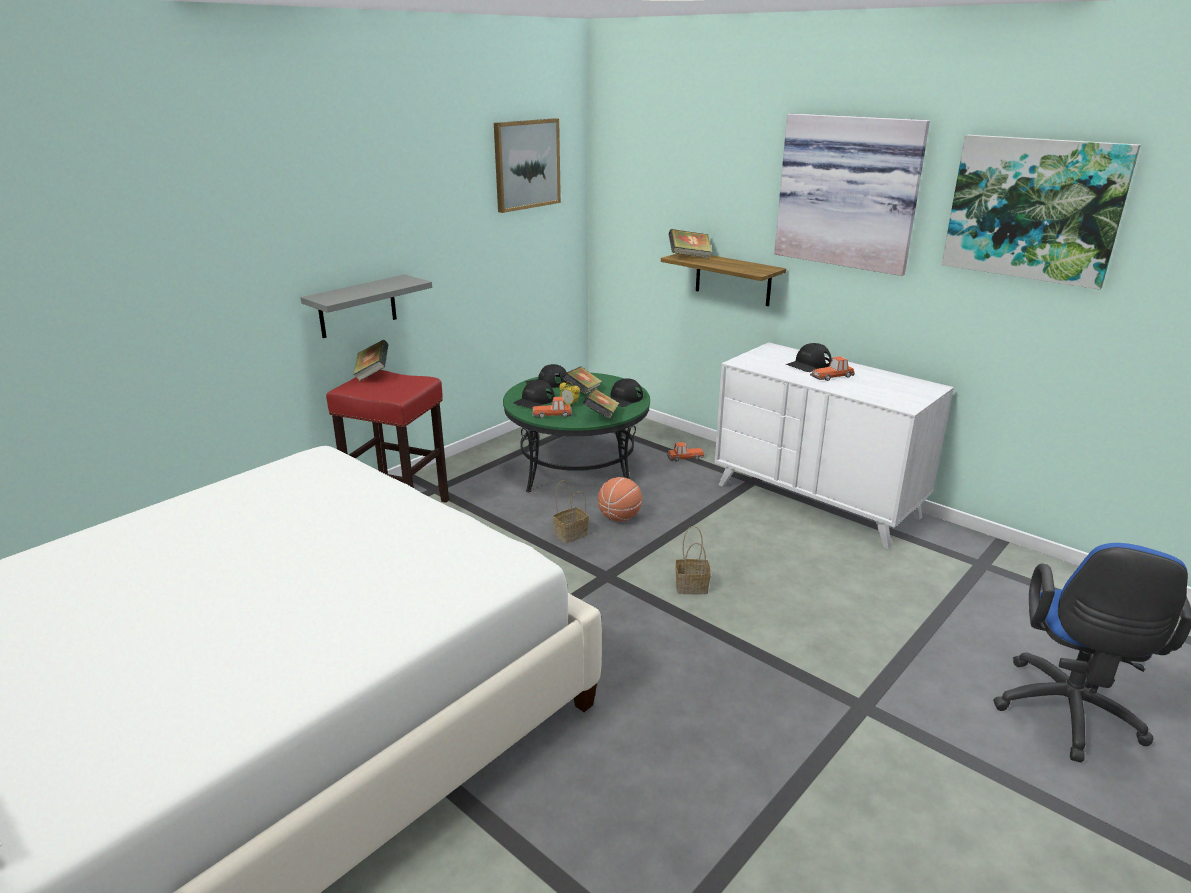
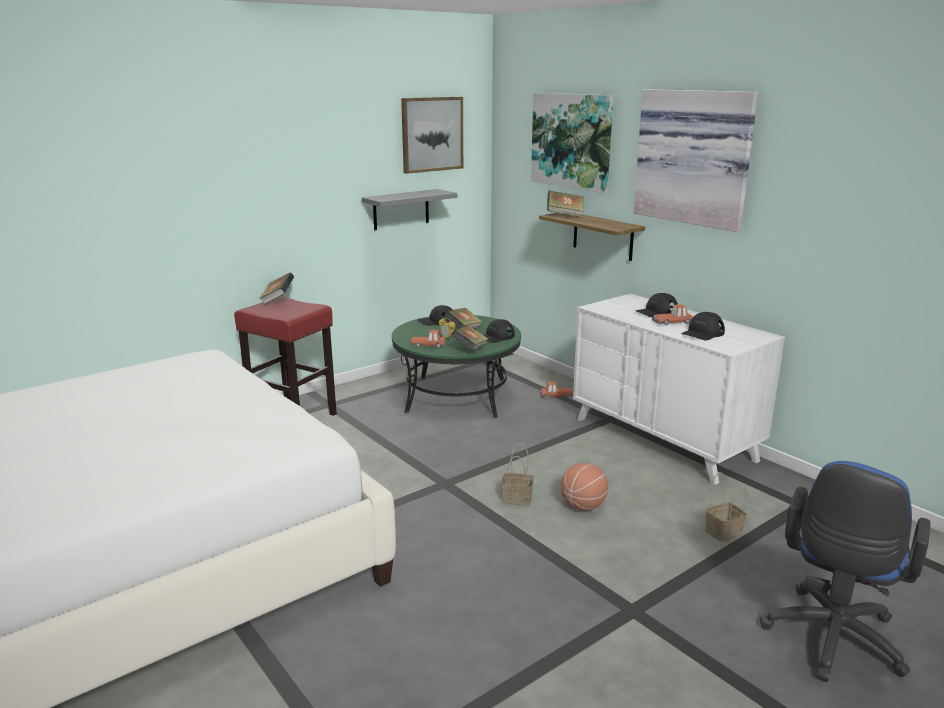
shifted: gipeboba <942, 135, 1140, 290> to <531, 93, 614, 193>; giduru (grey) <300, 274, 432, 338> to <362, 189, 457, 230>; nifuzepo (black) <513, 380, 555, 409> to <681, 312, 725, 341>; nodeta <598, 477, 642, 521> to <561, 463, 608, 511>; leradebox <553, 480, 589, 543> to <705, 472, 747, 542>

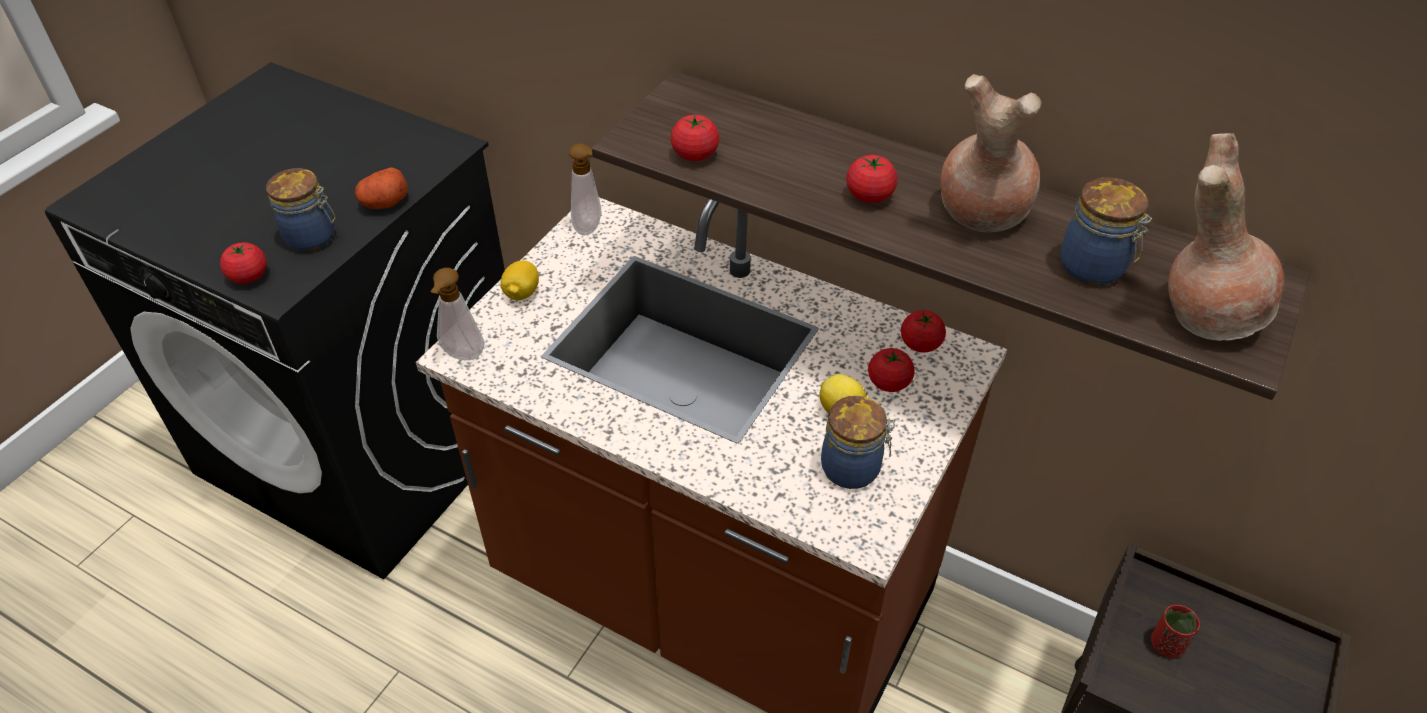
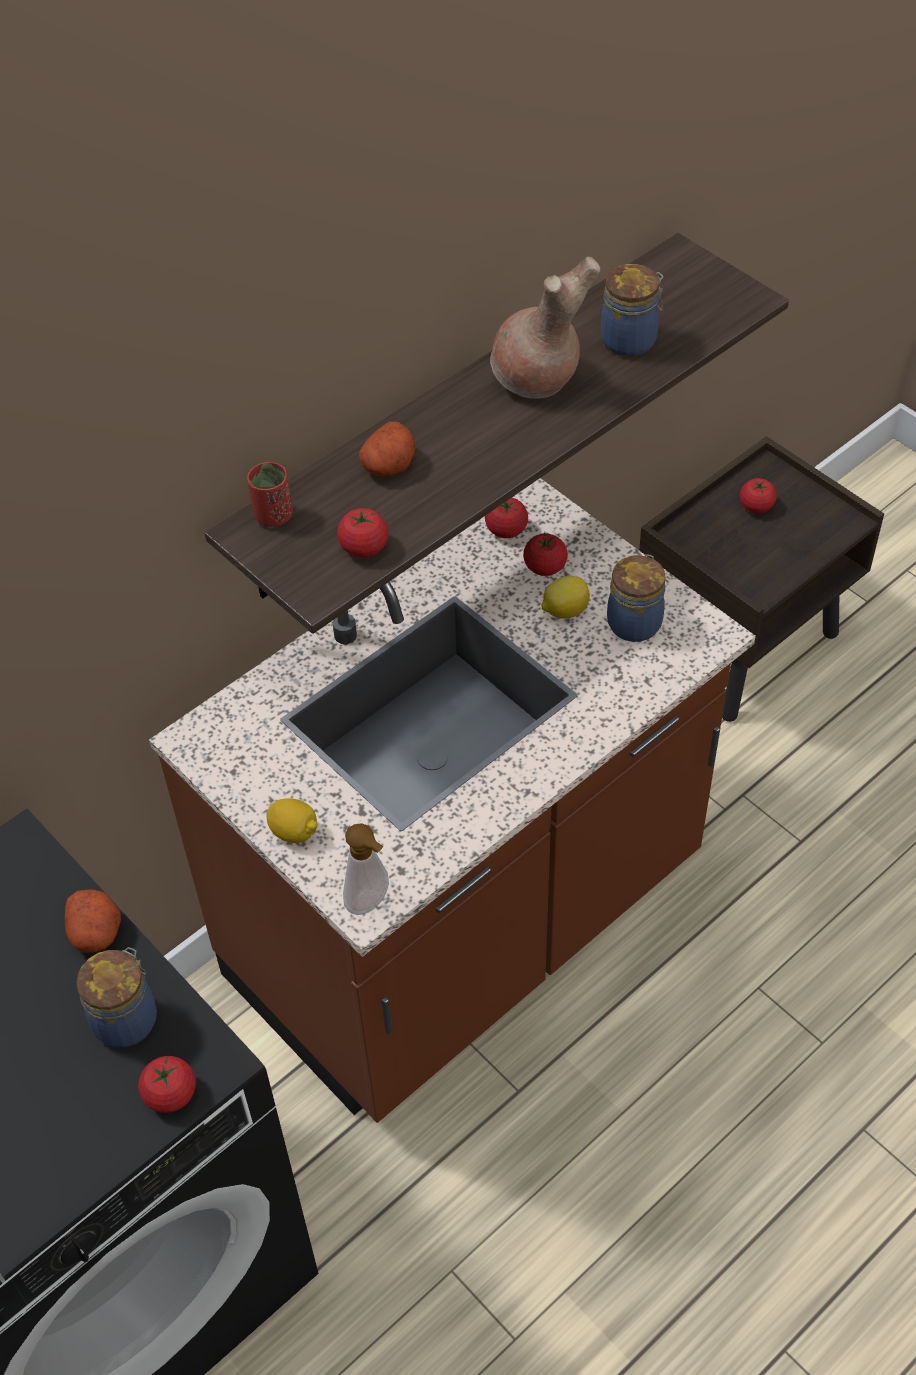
gone: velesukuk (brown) <1168, 133, 1284, 341>; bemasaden <569, 144, 602, 235>
new: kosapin <359, 422, 416, 477>
shifted: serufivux <846, 155, 898, 203> to <740, 478, 777, 513>; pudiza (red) <1151, 605, 1200, 658> to <247, 462, 293, 527>

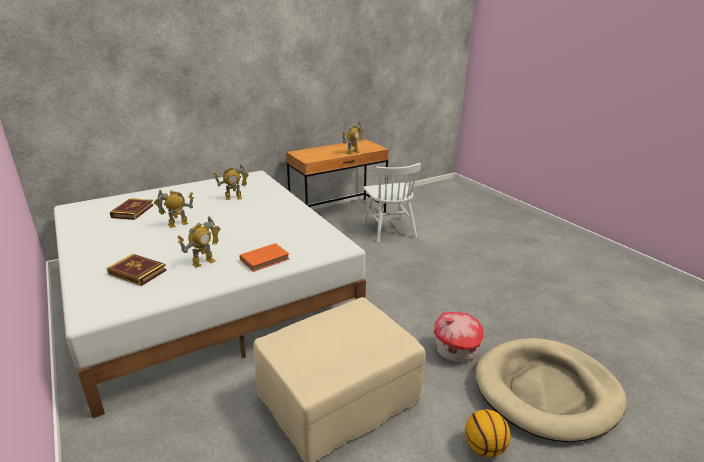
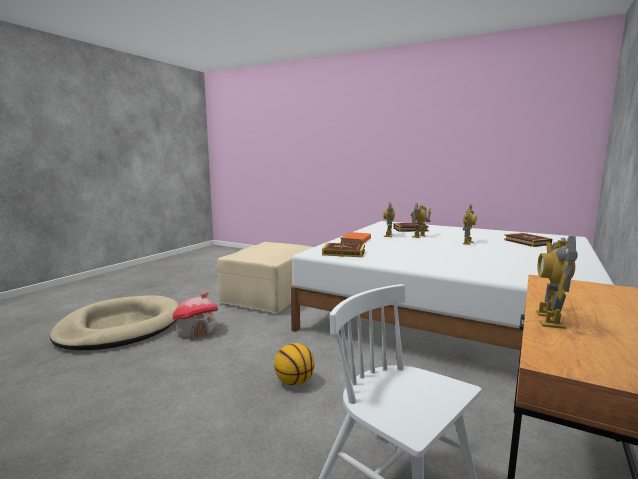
new: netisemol <322, 243, 365, 257>
shifted: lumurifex <214, 164, 249, 200> to <410, 203, 431, 238>; nodeta <465, 409, 511, 457> to <274, 343, 315, 386>

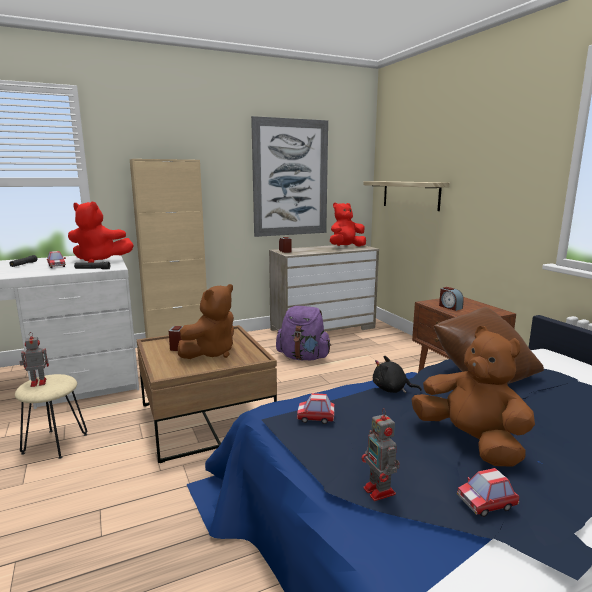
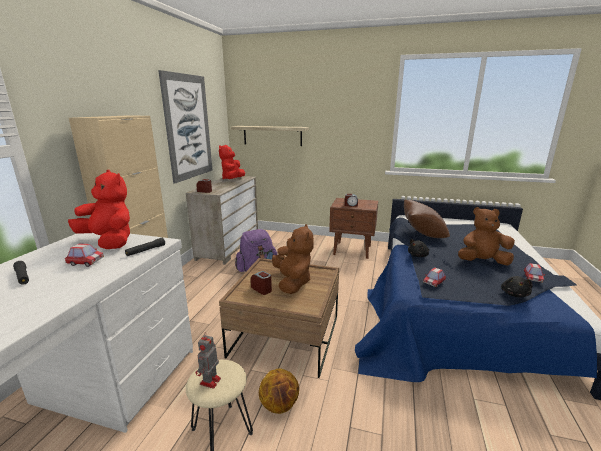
new: nodeta <259, 368, 299, 414>
swapped: lumurifex <361, 408, 400, 501> to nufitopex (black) <501, 276, 533, 297>
rotated: nufitopex (red) <68, 202, 134, 263> = <68, 170, 130, 249> 105 degrees counterclockwise

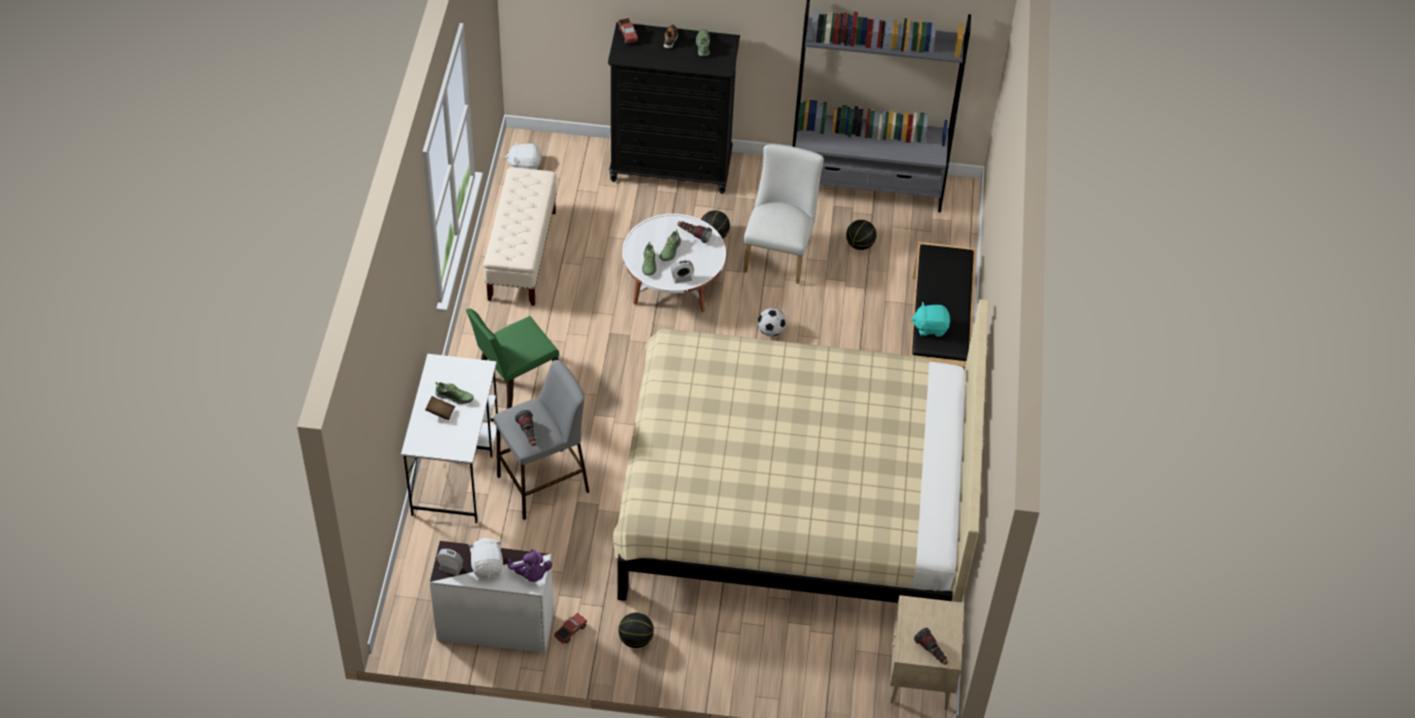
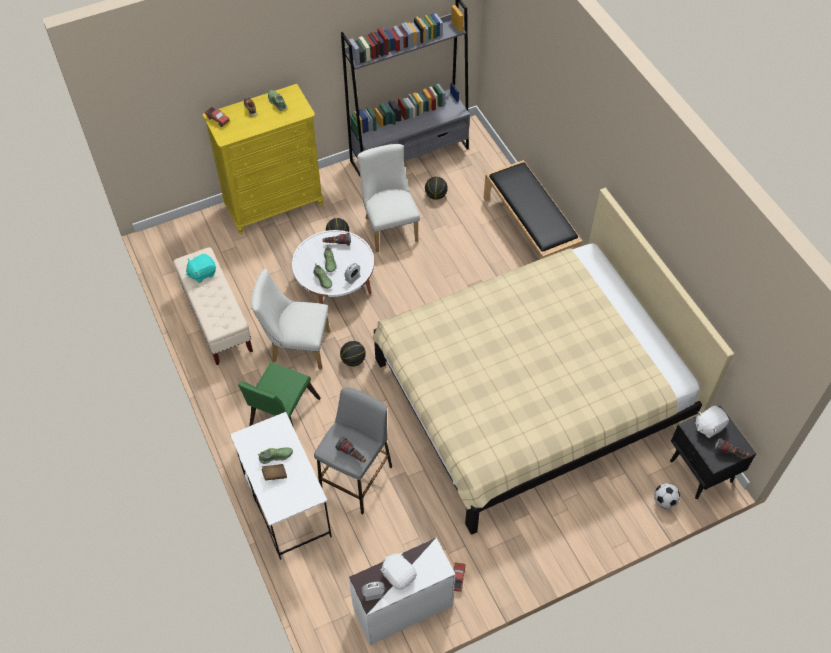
gone: nufitopex (purple) <508, 549, 552, 582>
new: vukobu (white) <251, 269, 330, 369>
shifted: nufitopex (white) <505, 141, 542, 170> to <695, 406, 729, 438>; nufitopex (turquoise) <911, 302, 951, 337> to <186, 254, 216, 283>; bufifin <757, 308, 786, 337> to <654, 483, 680, 509>; nodeta <618, 612, 654, 648> to <340, 341, 366, 366>
repainted: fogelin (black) <608, 22, 740, 194> to fogelin (yellow) <202, 84, 323, 234>; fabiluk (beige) <890, 595, 964, 710> to fabiluk (black) <670, 405, 756, 499>

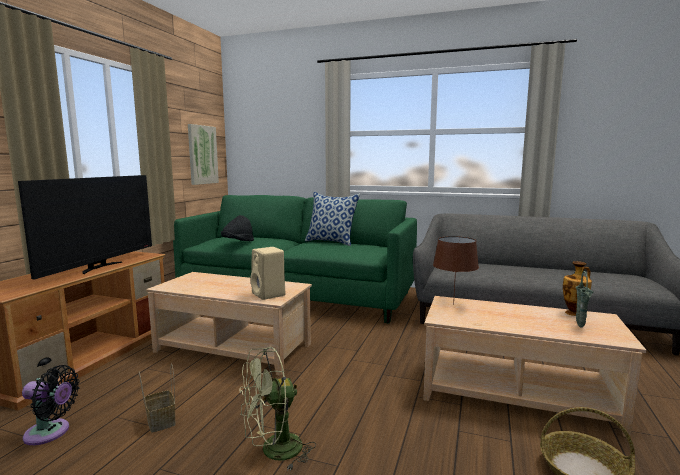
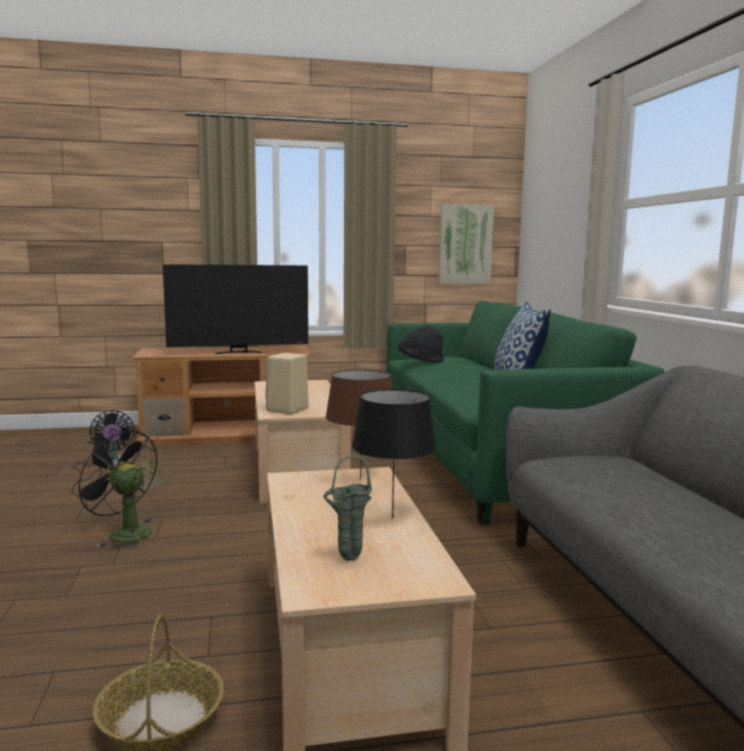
gone: velesukuk <563, 261, 592, 316>
new: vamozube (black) <352, 389, 436, 519>
repainted: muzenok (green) <240, 347, 316, 471> to muzenok (black) <71, 428, 157, 550>

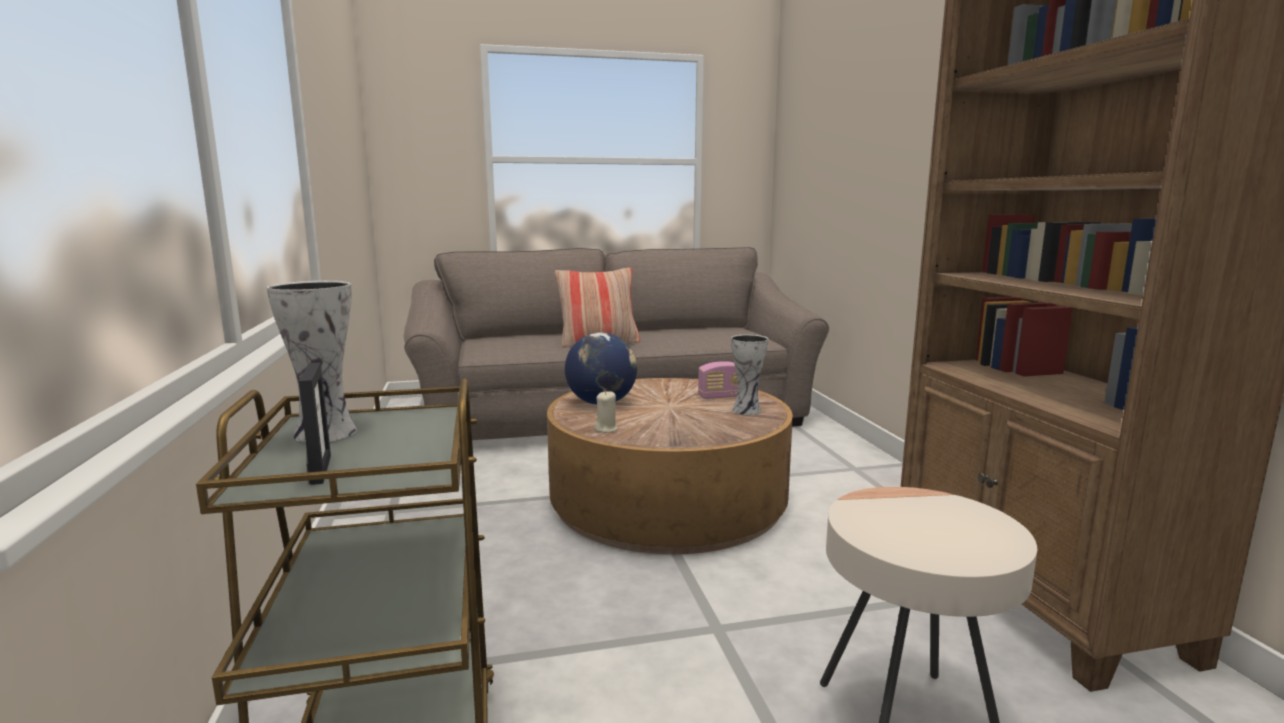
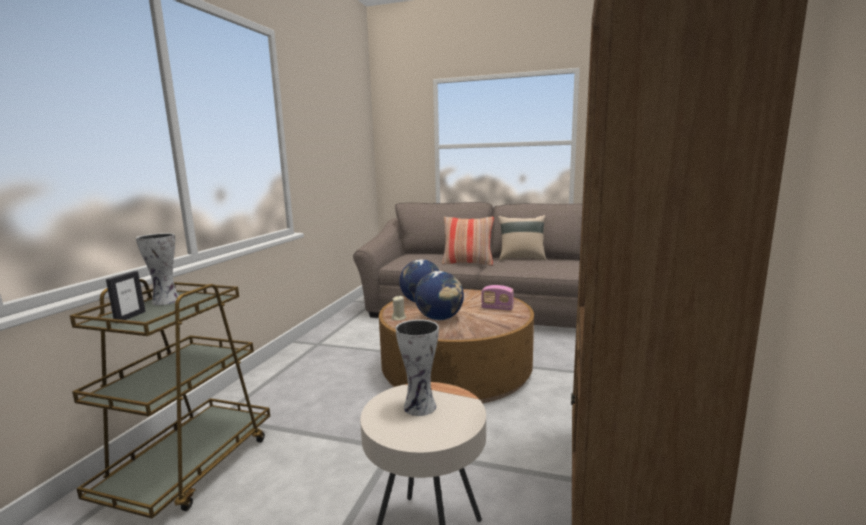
new: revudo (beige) <498, 215, 546, 261>; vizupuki <415, 271, 464, 320>
shifted: velesukuk <731, 335, 768, 415> to <396, 319, 439, 416>

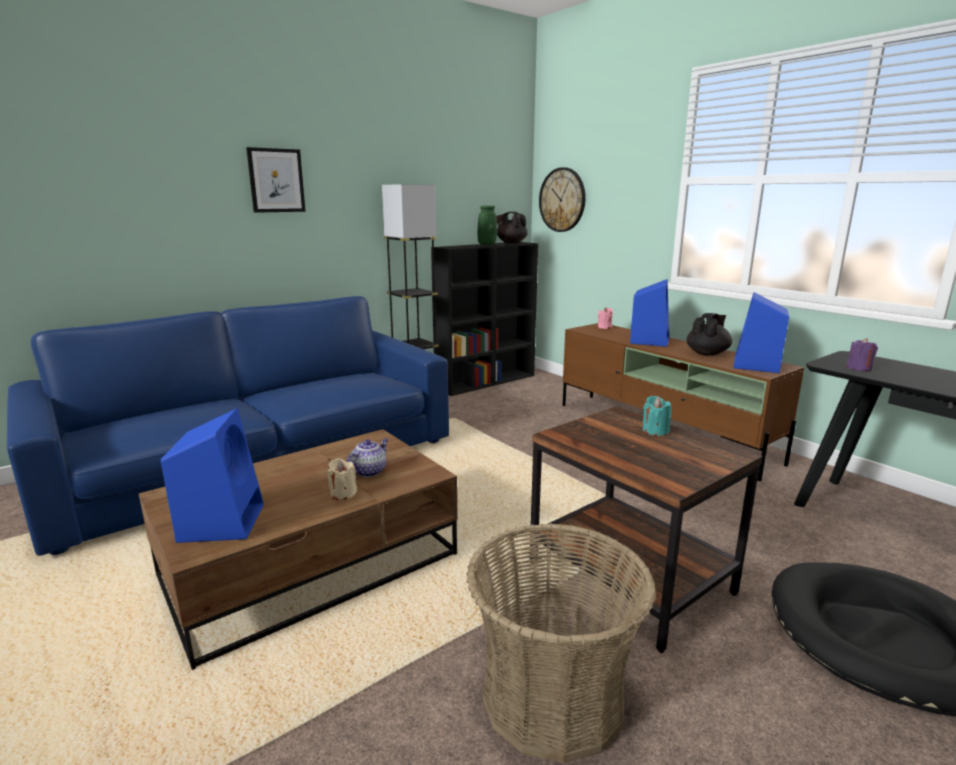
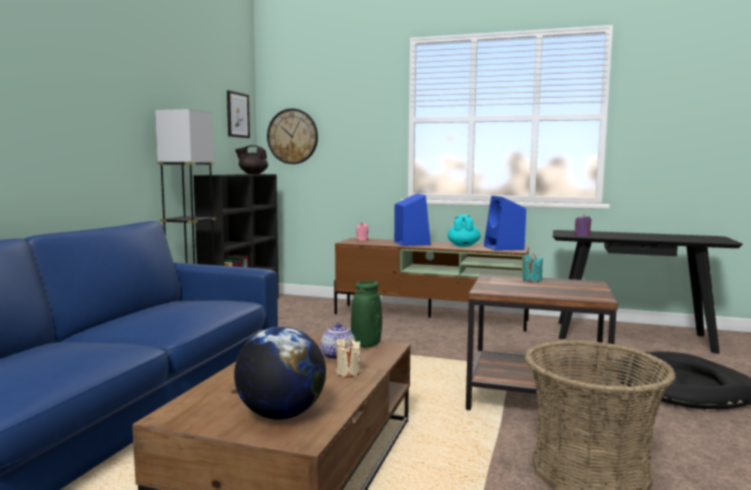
shifted: gipeboba <246, 147, 306, 213> to <227, 90, 250, 138>; velesukuk (green) <477, 206, 497, 245> to <351, 281, 382, 348>
swapped: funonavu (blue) <161, 408, 264, 543> to vizupuki <234, 327, 326, 419>
repainted: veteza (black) <687, 313, 732, 355> to veteza (turquoise) <448, 214, 481, 247>

